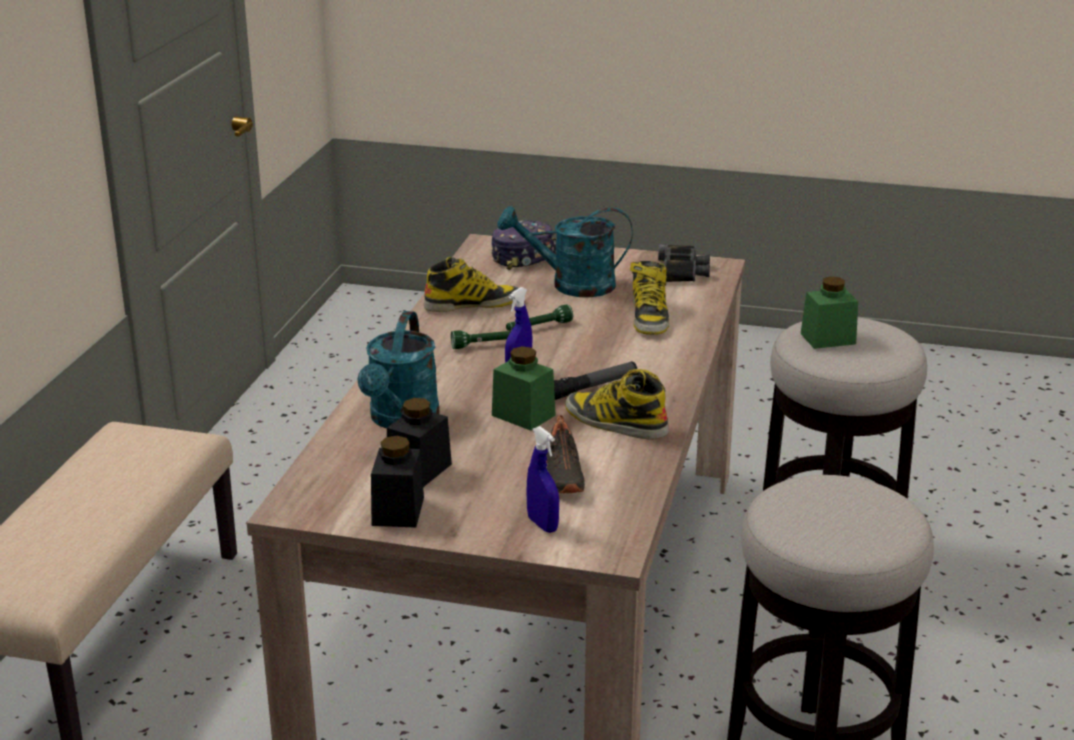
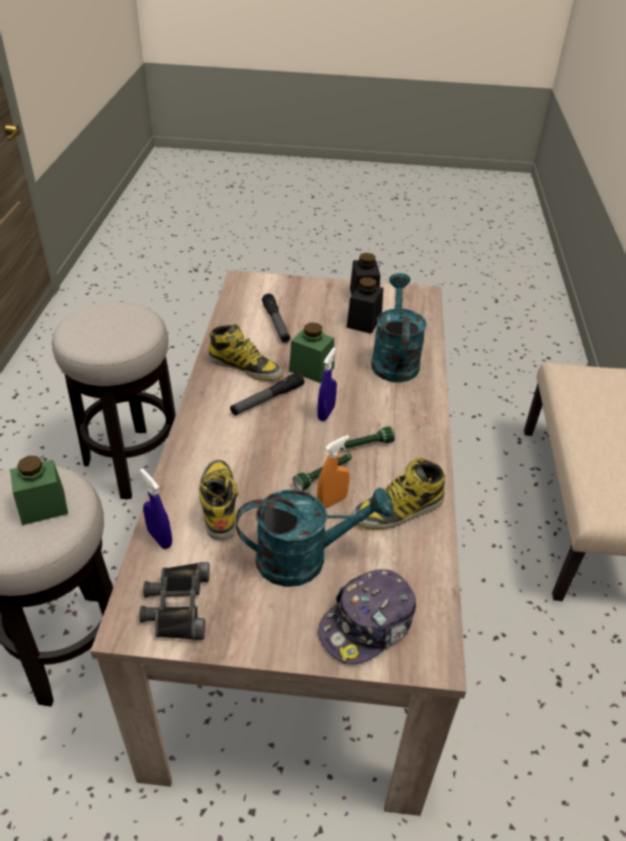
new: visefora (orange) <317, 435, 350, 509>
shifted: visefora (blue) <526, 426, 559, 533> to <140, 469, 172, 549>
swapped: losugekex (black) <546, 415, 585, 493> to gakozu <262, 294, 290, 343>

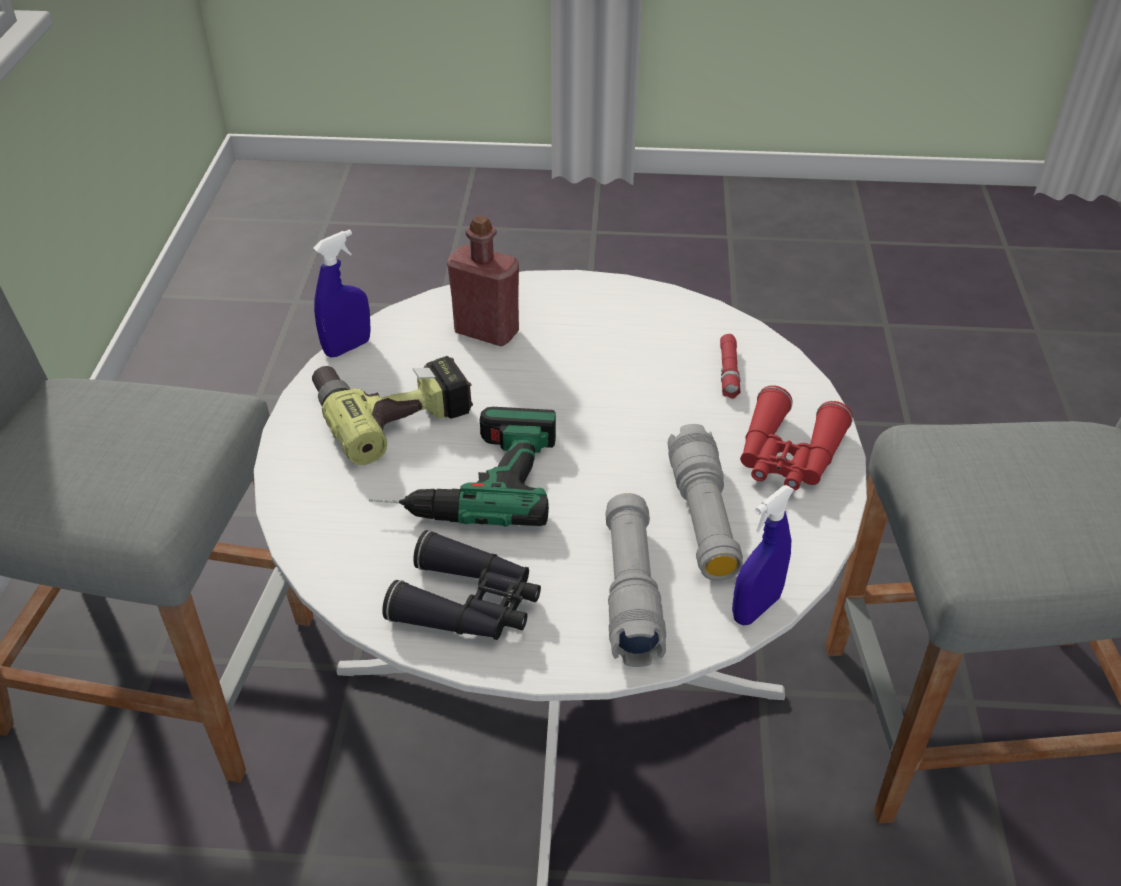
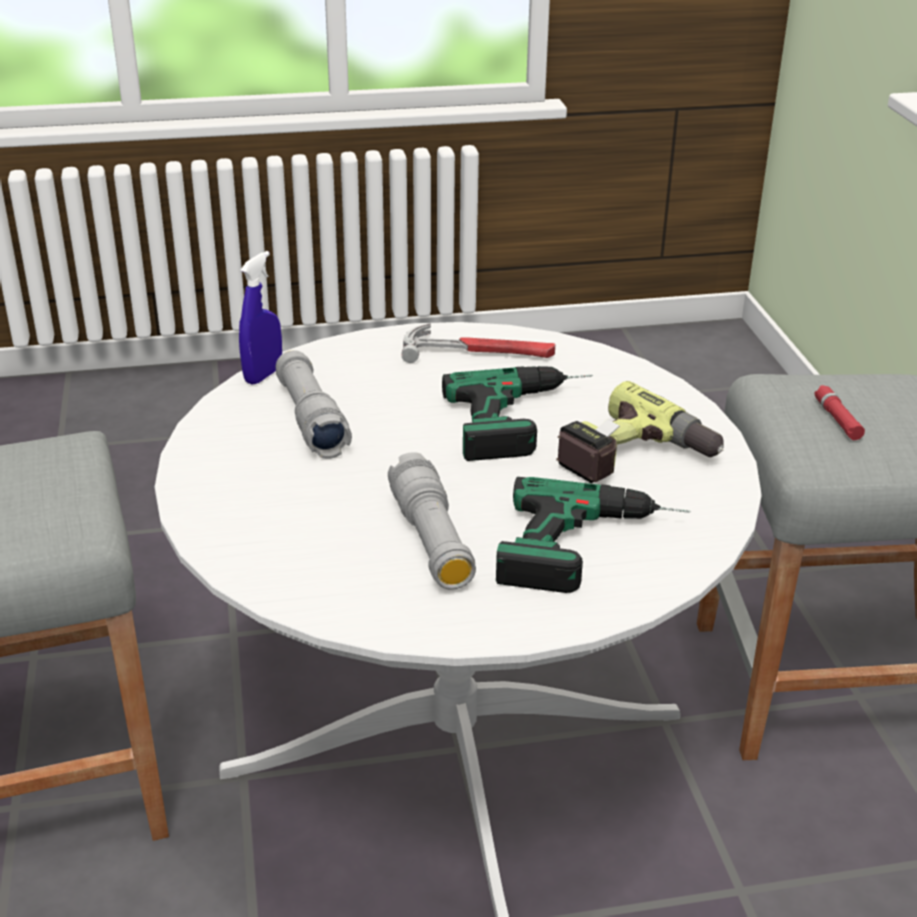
gone: visefora (blue) <313, 229, 370, 357>; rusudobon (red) <740, 385, 853, 491>
shifted: gakozu (red) <720, 334, 741, 399> to <814, 385, 865, 440>; gakozu (grey) <605, 493, 666, 667> to <388, 452, 476, 590>
swapped: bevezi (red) <447, 215, 519, 346> to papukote <496, 477, 691, 593>; rusudobon (black) <382, 530, 541, 640> to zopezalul <401, 323, 555, 363>

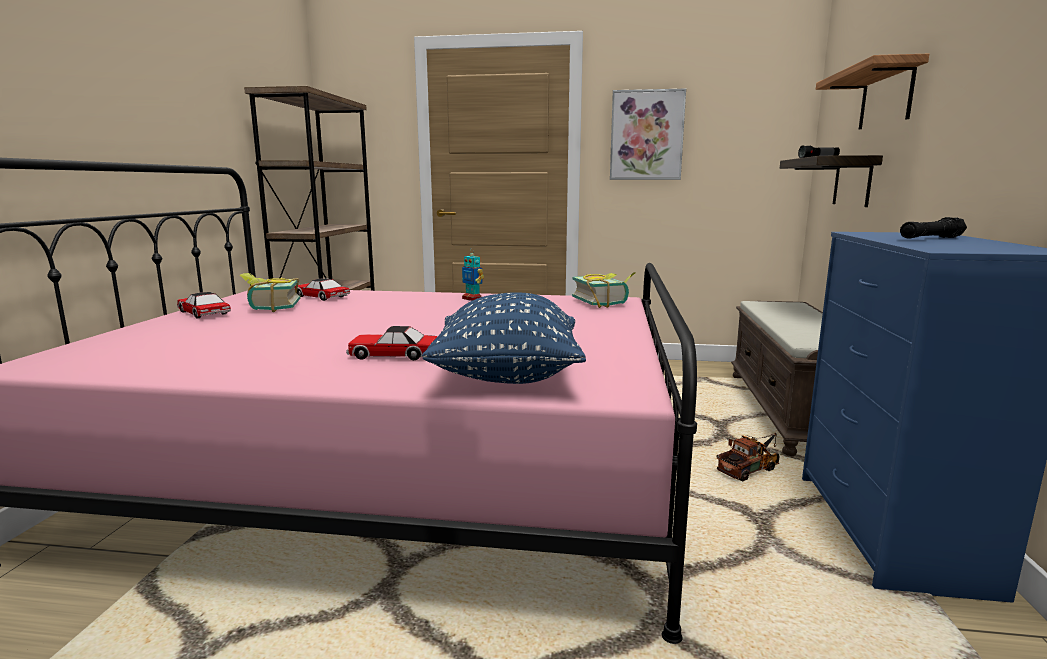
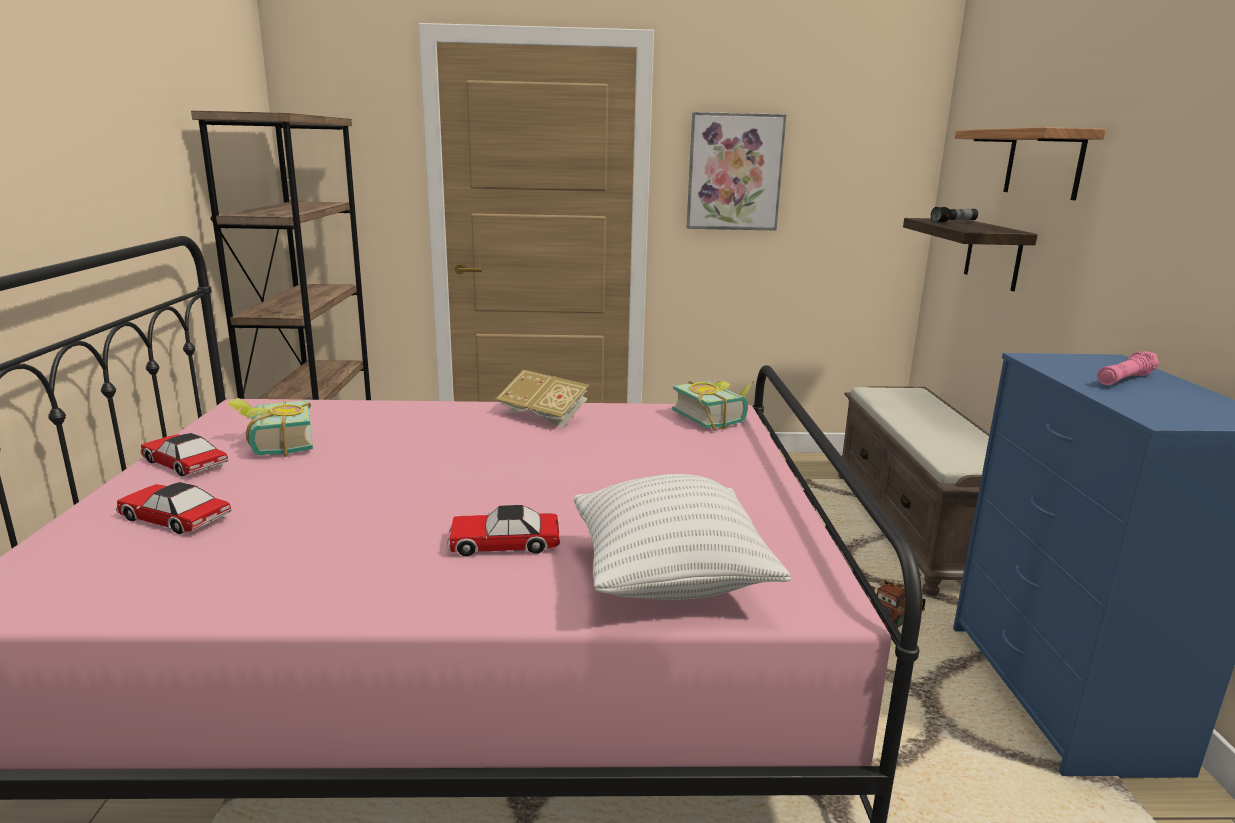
shifted: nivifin <295, 278, 350, 301> to <116, 482, 232, 534>
swapped: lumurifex <462, 248, 484, 301> to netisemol <495, 370, 589, 428>
repainted: gakozu (black) <900, 217, 967, 239> to gakozu (pink) <1097, 351, 1159, 385>; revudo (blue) <422, 292, 586, 384> to revudo (white) <574, 474, 791, 600>

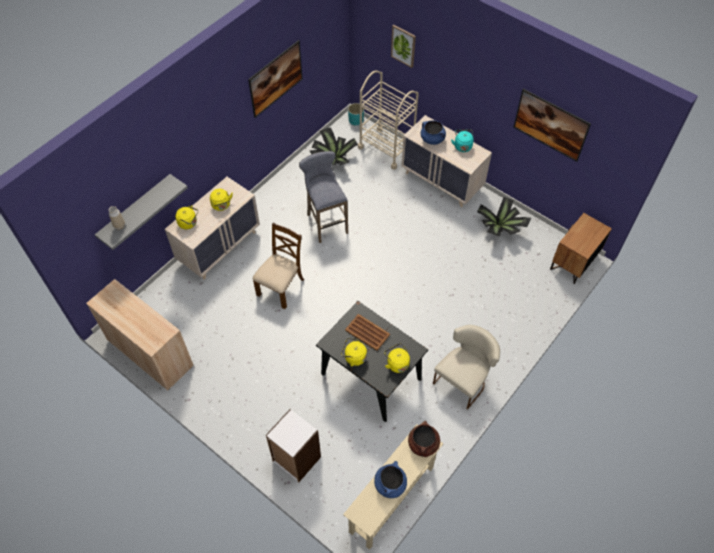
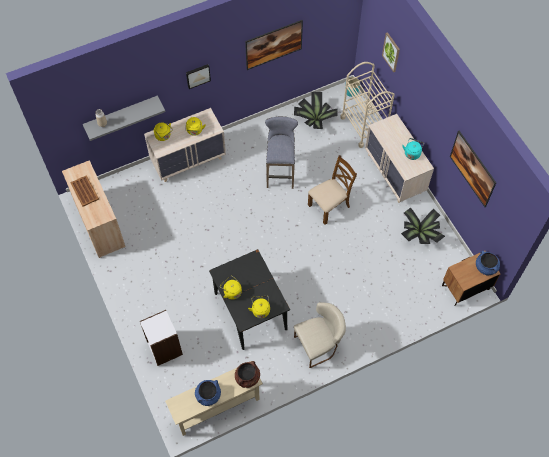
new: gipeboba <186, 64, 211, 89>
shifted: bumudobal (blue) <421, 120, 446, 145> to <476, 251, 500, 276>; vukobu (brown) <253, 222, 304, 309> to <308, 155, 357, 225>; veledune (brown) <345, 314, 390, 351> to <70, 175, 99, 207>

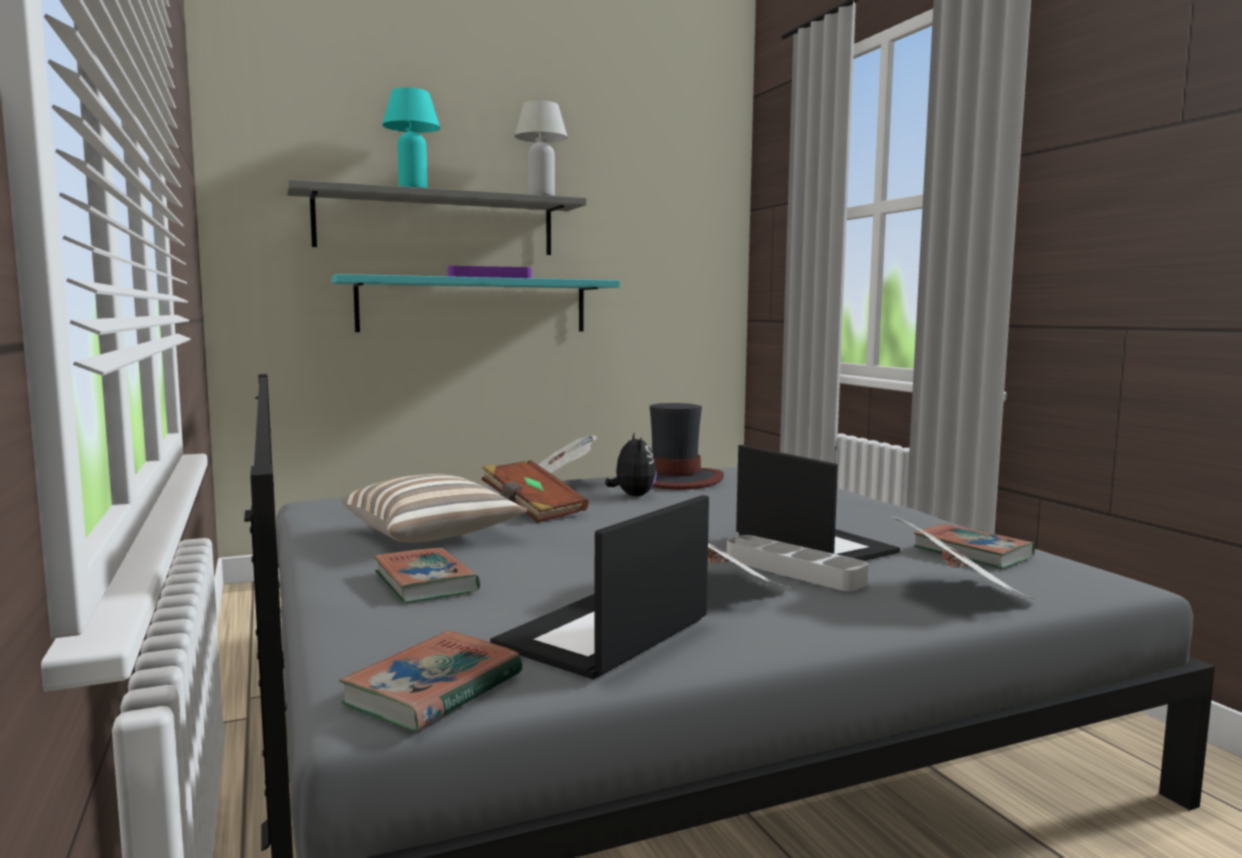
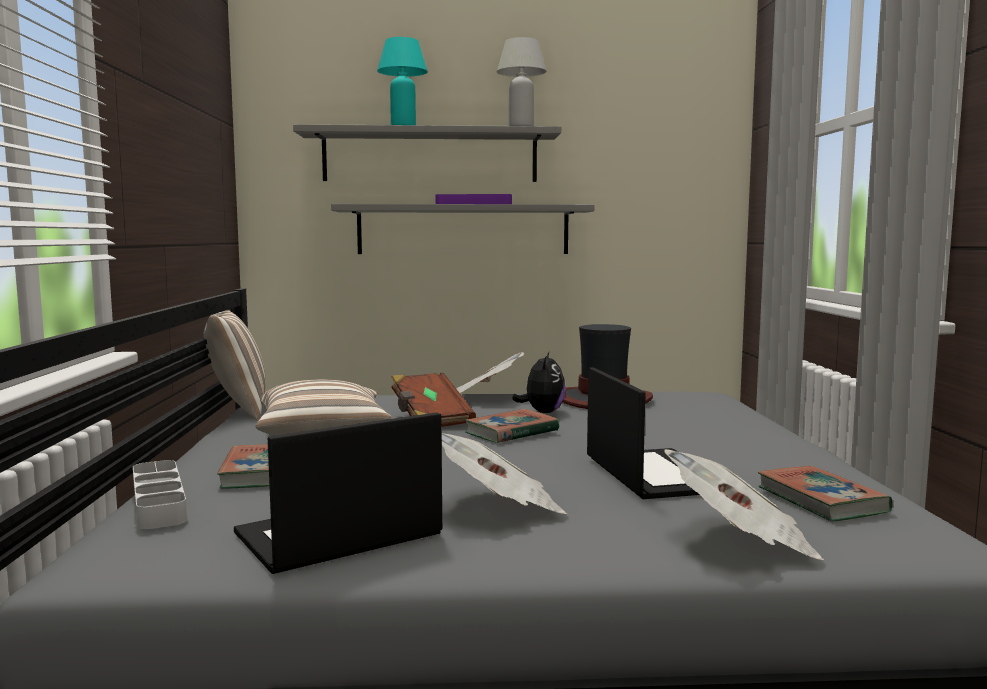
new: revudo <203, 310, 266, 421>
shifted: veledune (grey) <727, 535, 869, 591> to <133, 460, 187, 529>; netisemol <339, 630, 522, 731> to <464, 409, 559, 443>
repainted: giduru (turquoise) <331, 274, 620, 332> to giduru (grey) <331, 204, 595, 254>

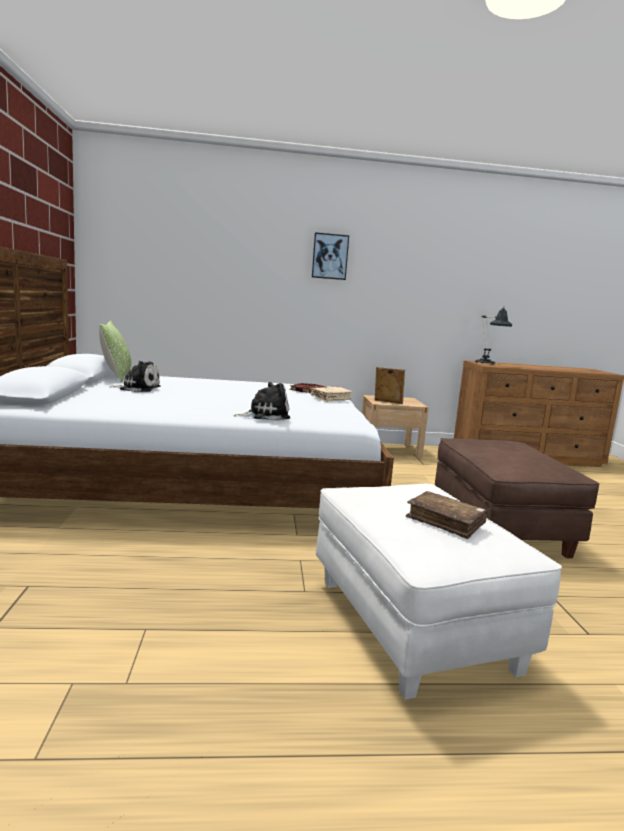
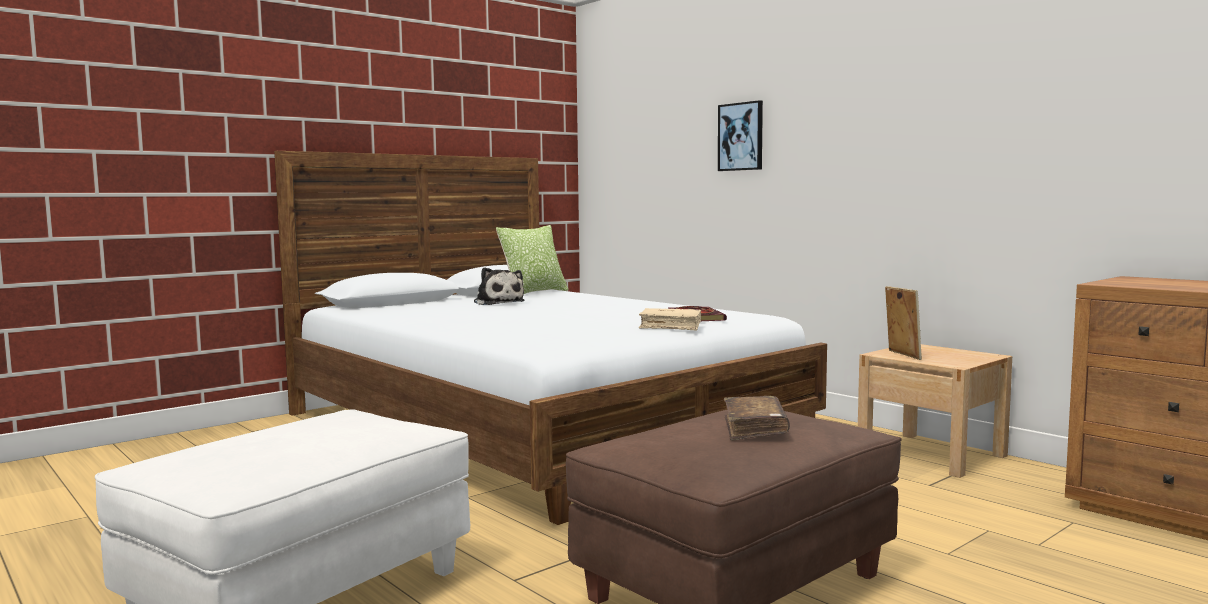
gone: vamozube <475, 307, 513, 364>; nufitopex <234, 382, 290, 421>
shifted: gipeboba <312, 232, 349, 280> to <718, 100, 763, 171>; netisemol (brown) <406, 491, 488, 539> to <724, 396, 790, 441>

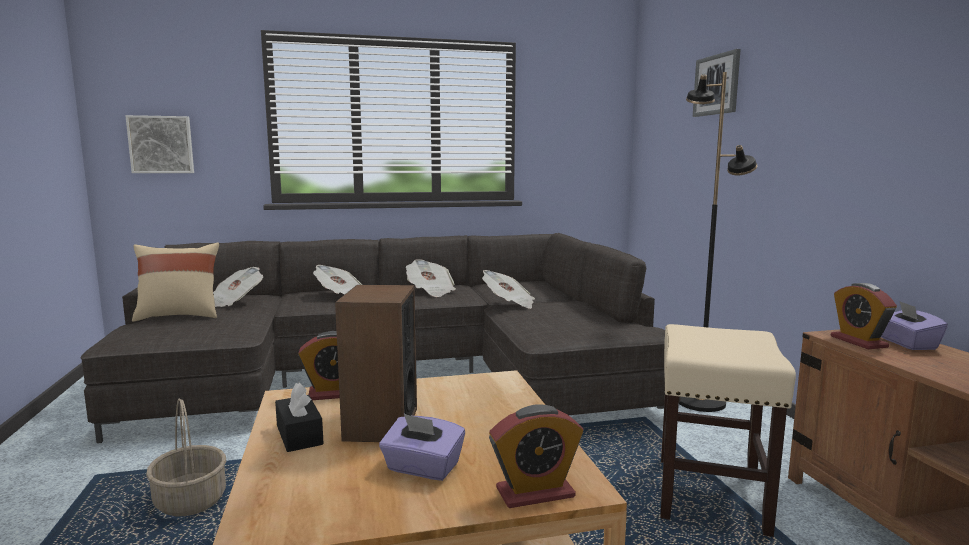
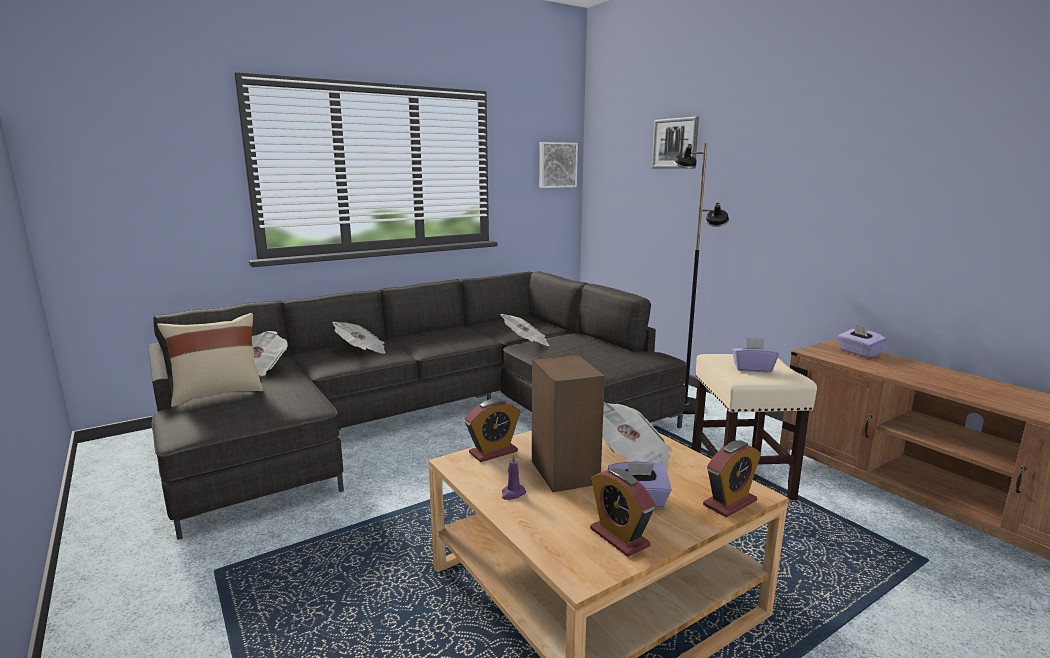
gone: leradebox <146, 399, 226, 517>
new: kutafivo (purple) <732, 337, 779, 372>
shifted: gipeboba <125, 115, 194, 173> to <539, 142, 578, 188>; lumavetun <406, 259, 456, 297> to <602, 403, 671, 471>; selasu <831, 283, 897, 349> to <590, 468, 655, 557>
swapped: kutafivo (black) <275, 383, 324, 452> to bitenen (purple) <502, 453, 526, 500>

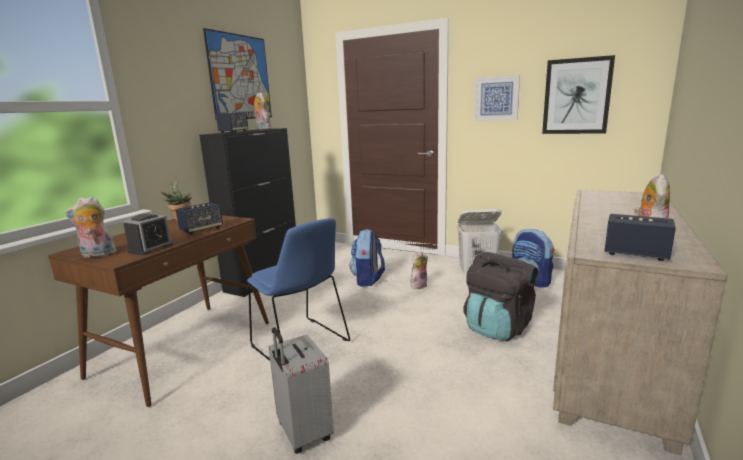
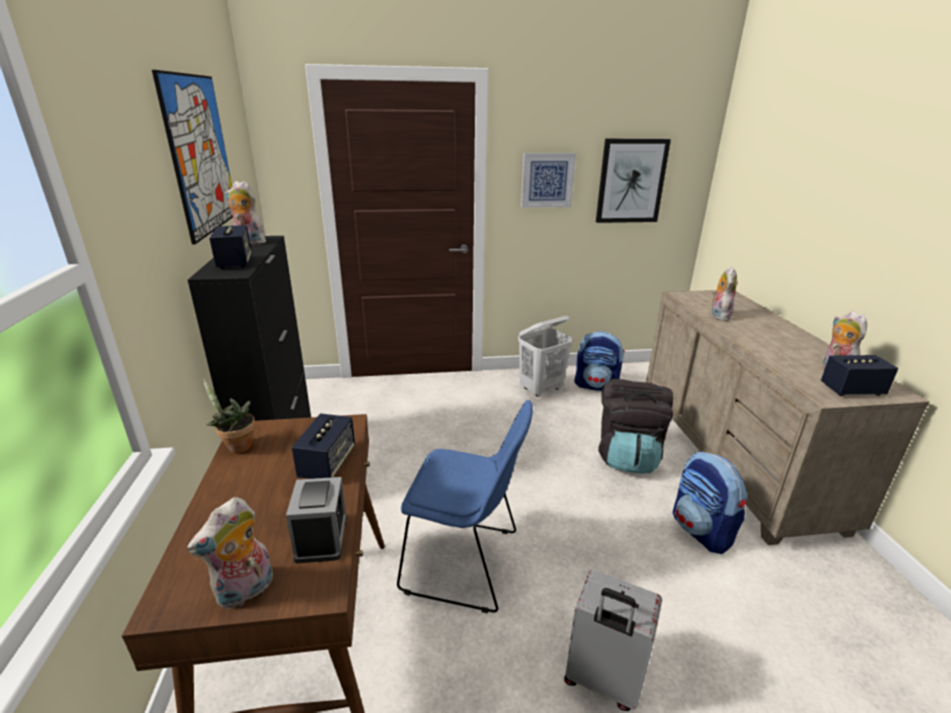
shifted: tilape <349, 229, 385, 287> to <673, 451, 747, 554>; nufitopex <411, 251, 428, 290> to <712, 266, 737, 321>

